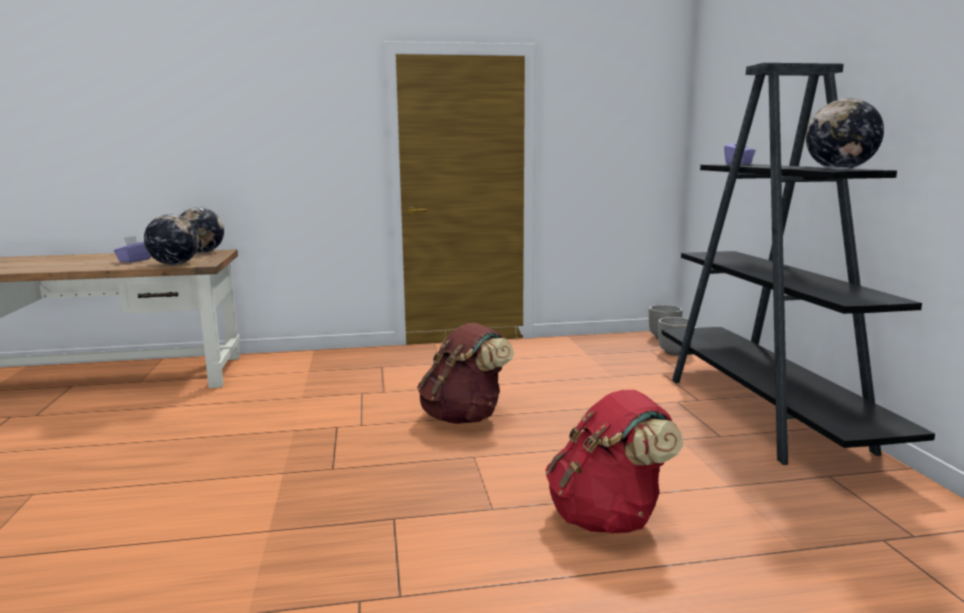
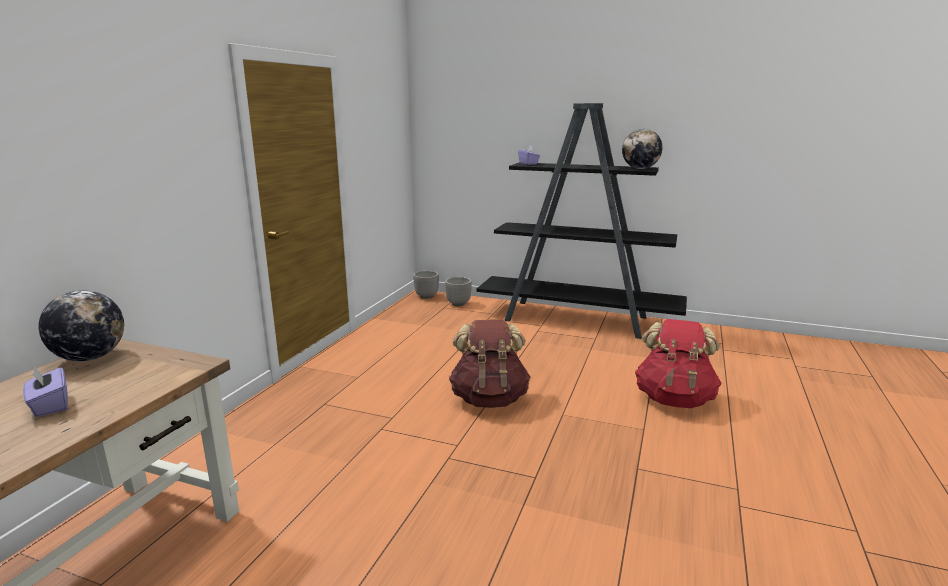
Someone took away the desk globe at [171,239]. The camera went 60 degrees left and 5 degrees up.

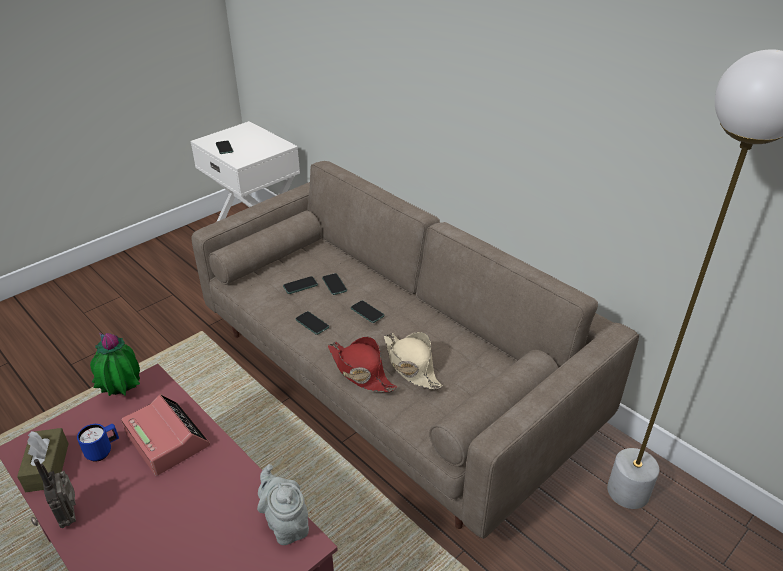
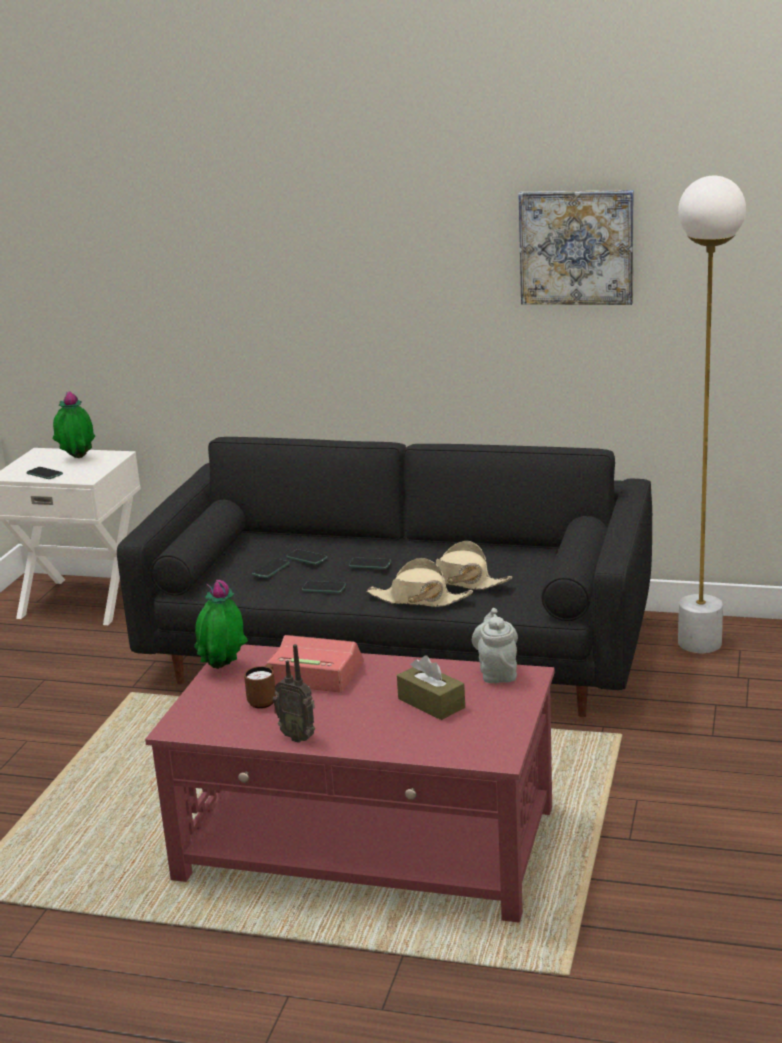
Someone put down the potted plant at [74,424]. Someone put up the picture at [576,247]. Someone carried the box of tissues/brownish from [43,460] to [431,688]. Someone repainted the mug/bluish at [98,443], which became the mug/brownish at [260,686]. Someone repainted the sofa/sand-coloured at [415,350], which became the sofa/black-coloured at [384,577]. Someone repainted the wearable hat/reddish at [362,364], which became the wearable hat/sand-coloured at [420,582]. Someone rotated the tea pot/gray at [283,504] by 60 degrees clockwise. The camera went 30 degrees left and 15 degrees down.

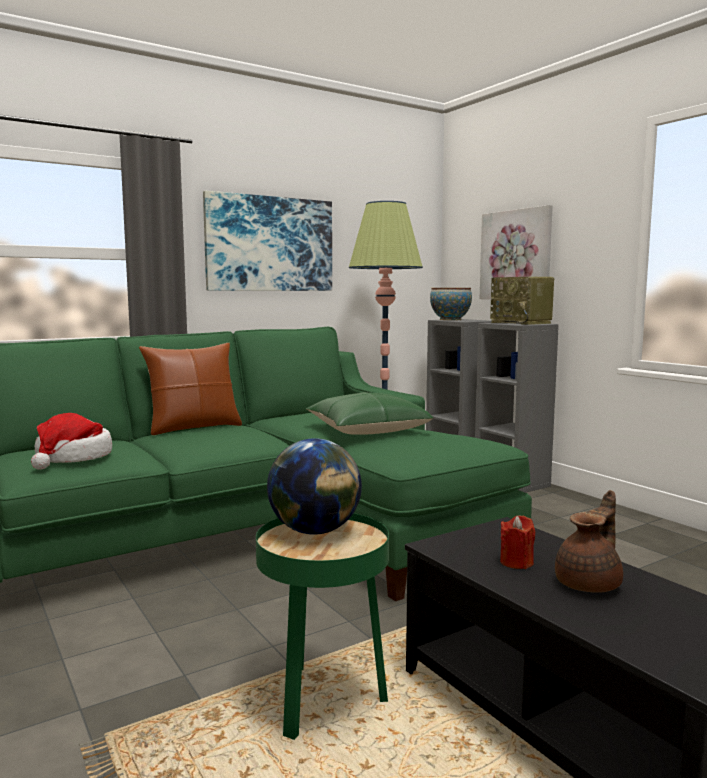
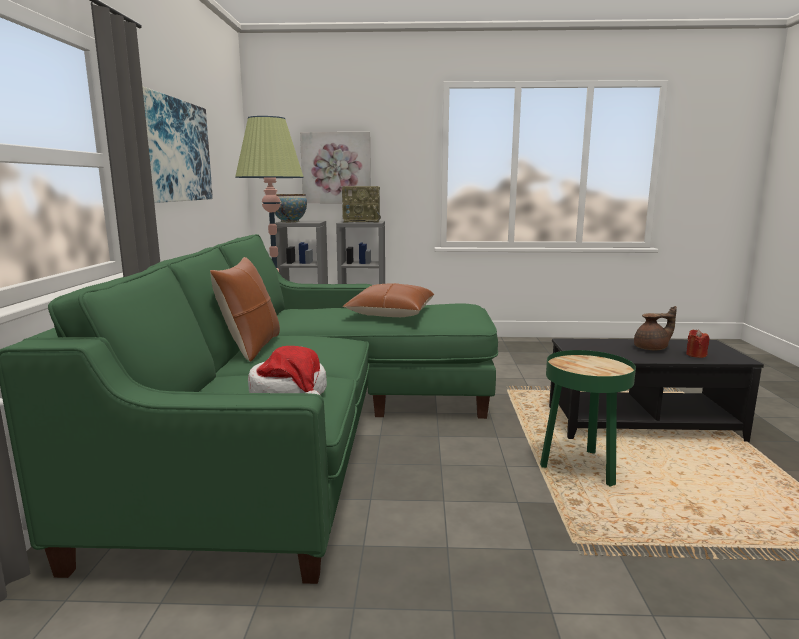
Someone took away the desk globe at [314,486]. Someone carried the candle/reddish from [517,542] to [697,343]. Someone repainted the throw pillow/green at [369,413], which became the throw pillow/brownish at [388,300]. Someone rotated the tea pot/brownish at [589,541] by 90 degrees clockwise. The camera went 55 degrees left and 5 degrees up.

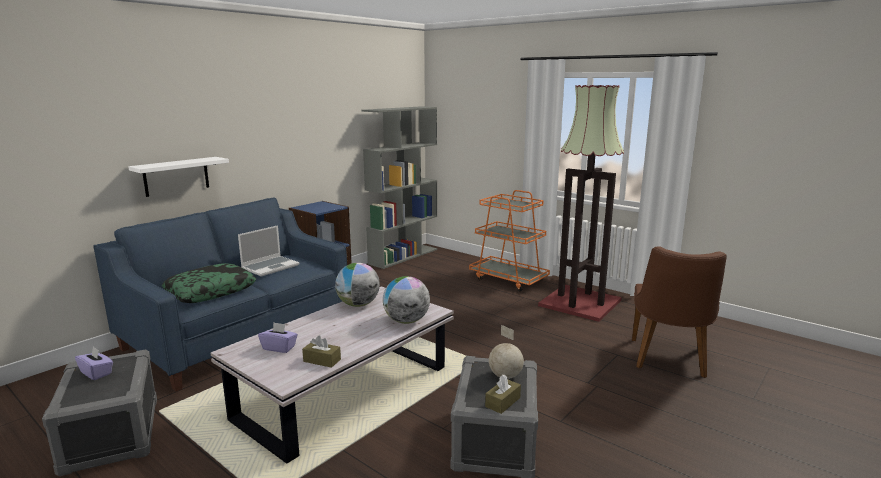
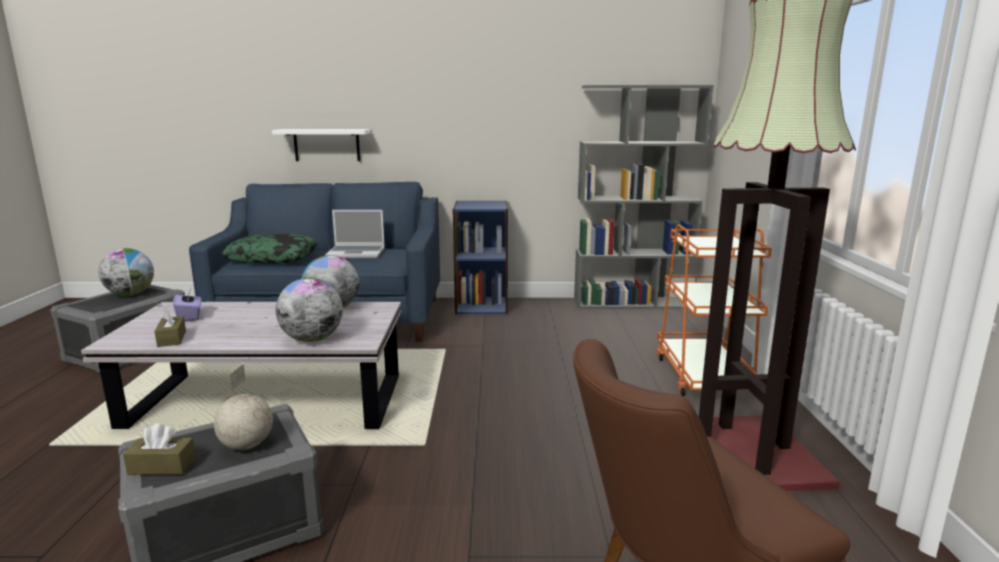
Someone swapped the box of tissues/purple-coloured at [94,363] for the desk globe at [126,272]. The camera went 50 degrees right and 0 degrees up.

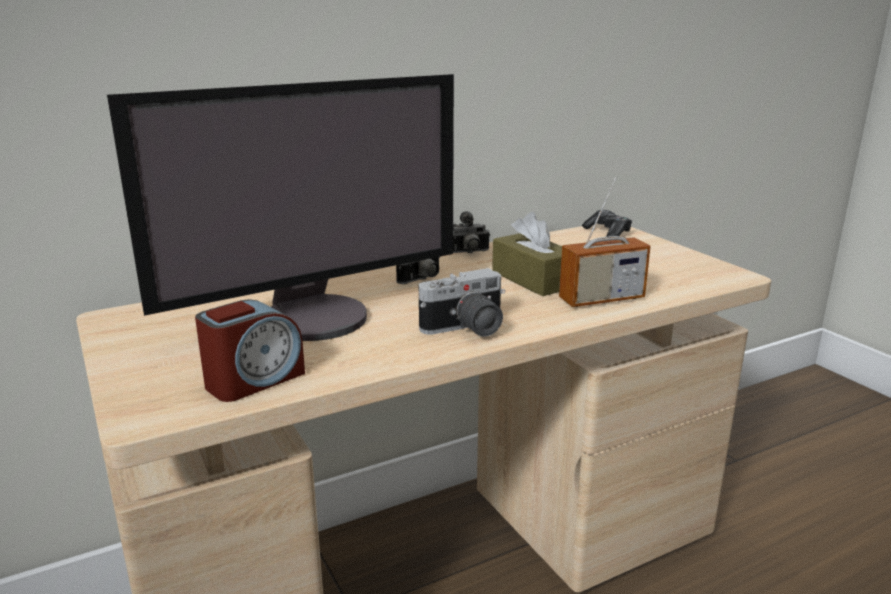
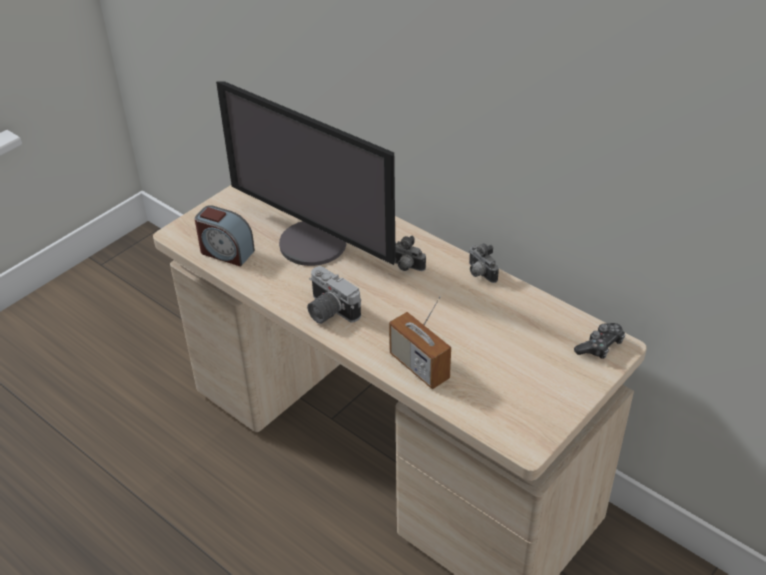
Someone took away the box of tissues/brownish at [527,254]. The camera went 70 degrees right and 20 degrees up.

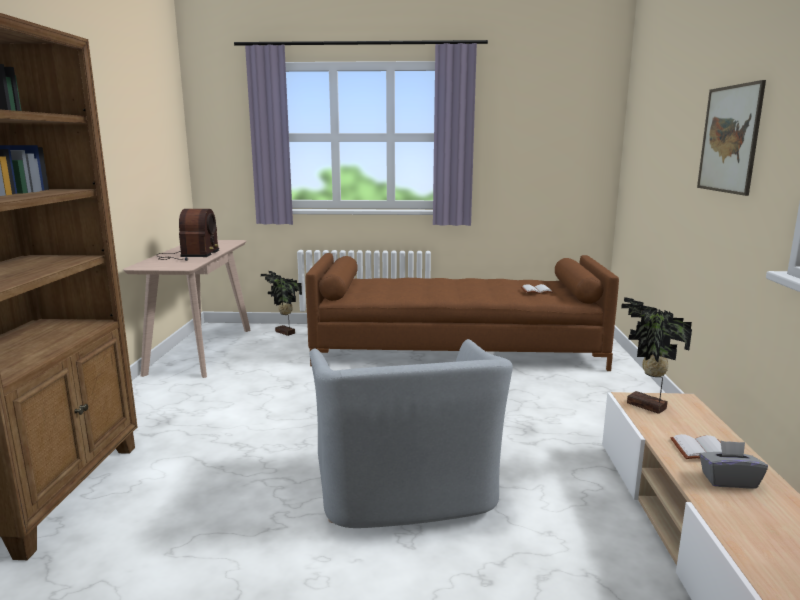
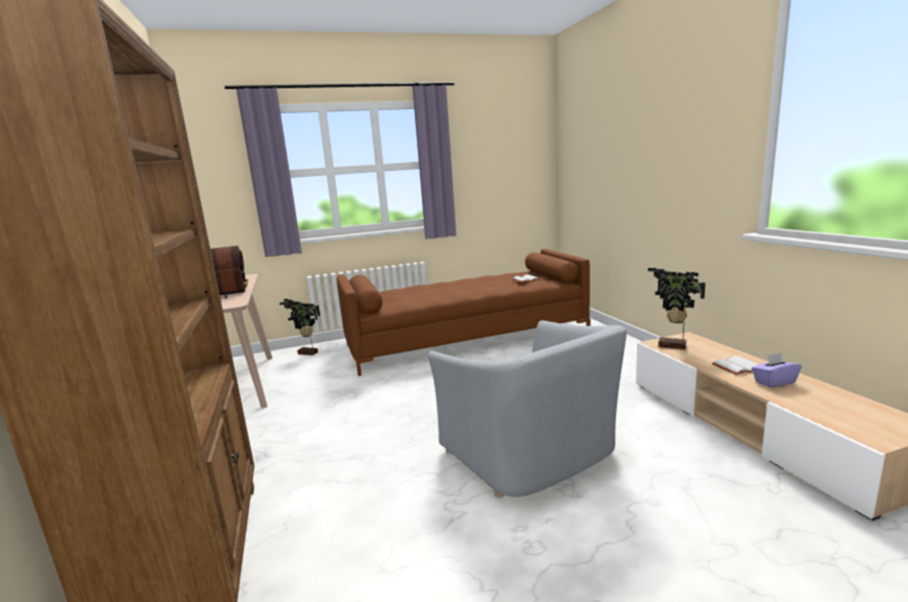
Someone took away the picture at [731,138]. Someone repainted the box of tissues/gray at [733,464], which became the box of tissues/purple-coloured at [777,370]. The camera went 20 degrees left and 0 degrees up.

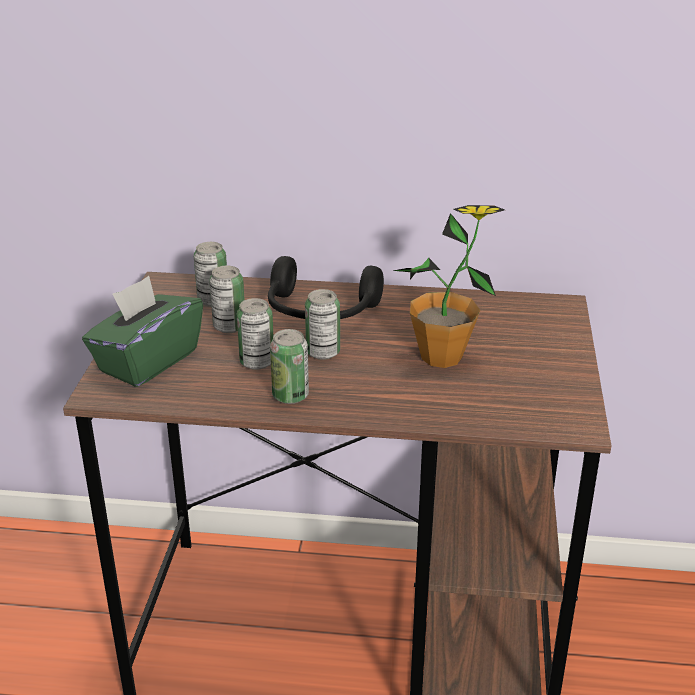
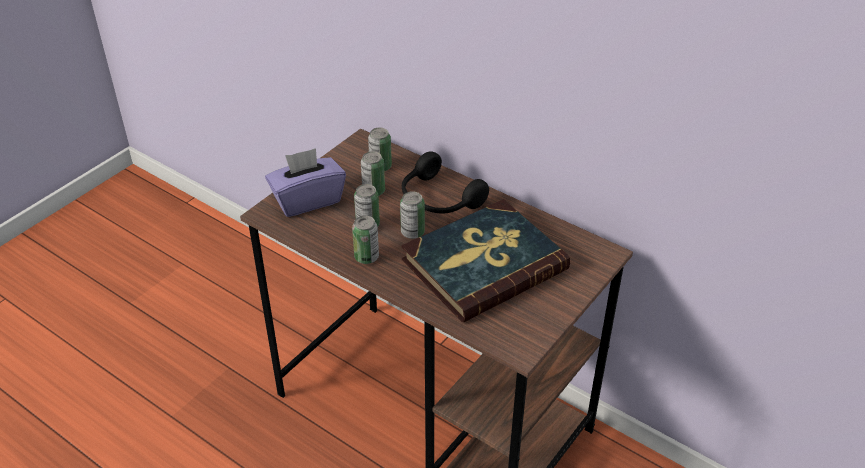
Someone swapped the potted plant at [448,286] for the volume at [485,261]. Someone repainted the box of tissues/green at [142,331], which became the box of tissues/purple-coloured at [305,182]. The camera went 30 degrees right and 10 degrees up.

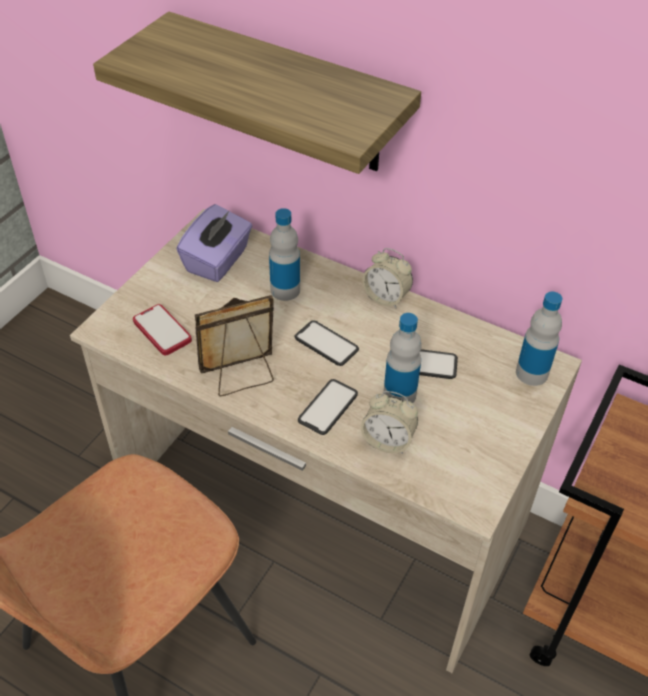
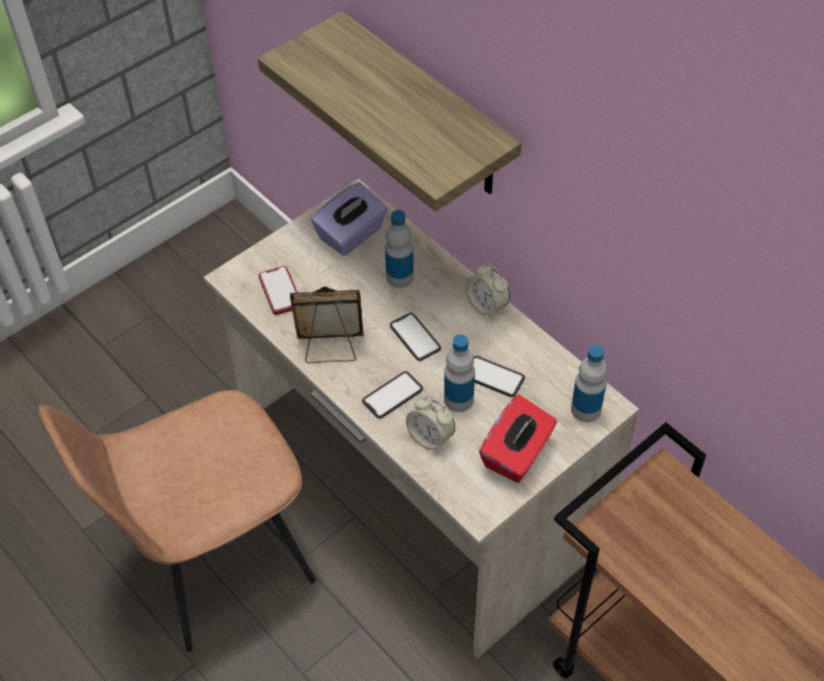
Someone put down the box of tissues/reddish at [518,439]. The camera went 20 degrees right and 5 degrees up.

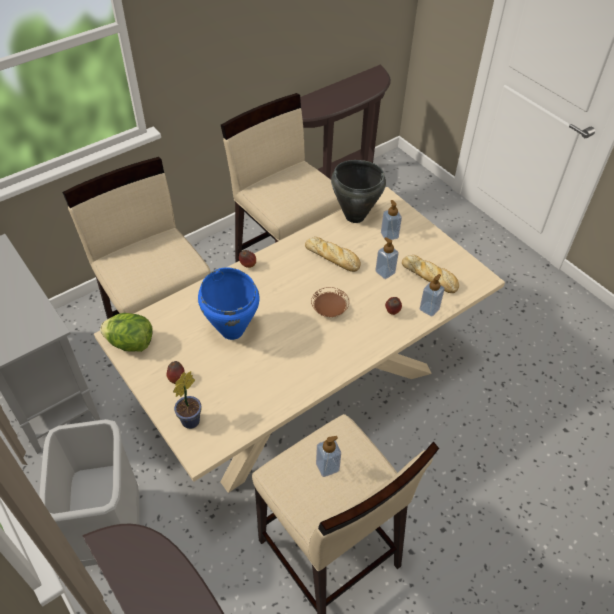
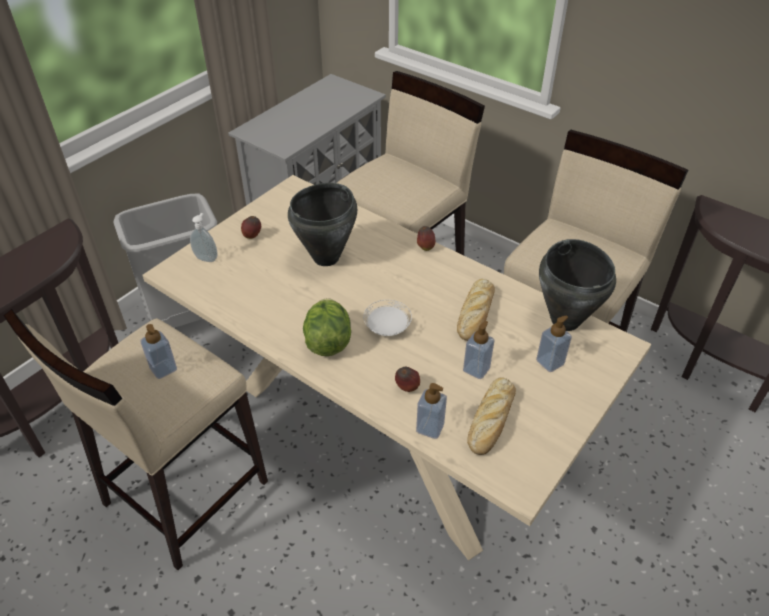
Someone carried the lettuce from [126,332] to [327,327]. Someone swapped the potted plant at [187,400] for the liquid soap bottle at [203,237]. Someone repainted the saucepot/bluish at [229,304], which became the saucepot/black-coloured at [322,224]. Someone repainted the flat dish/brownish at [330,302], which became the flat dish/white-coloured at [387,318]. The camera went 75 degrees right and 5 degrees down.

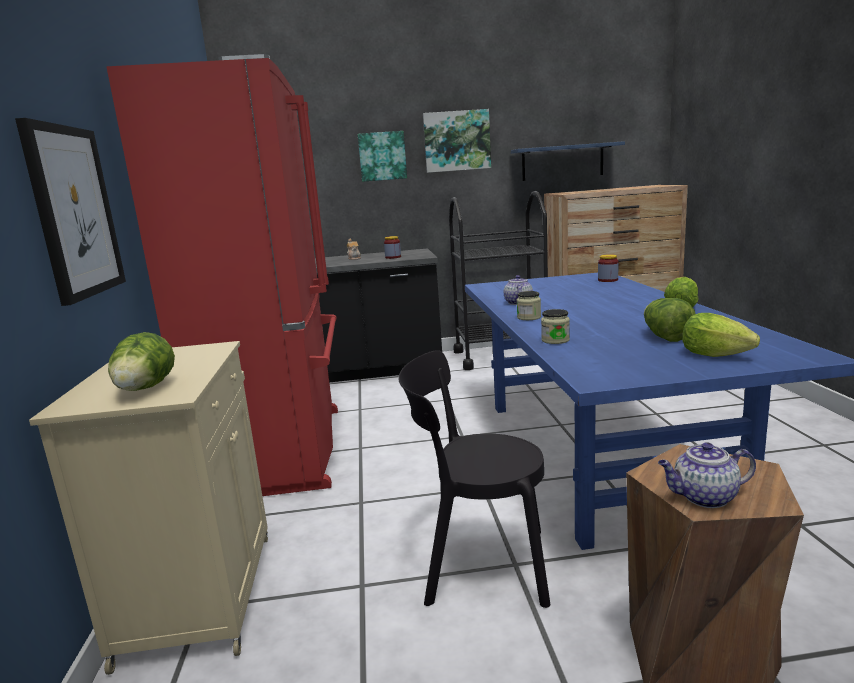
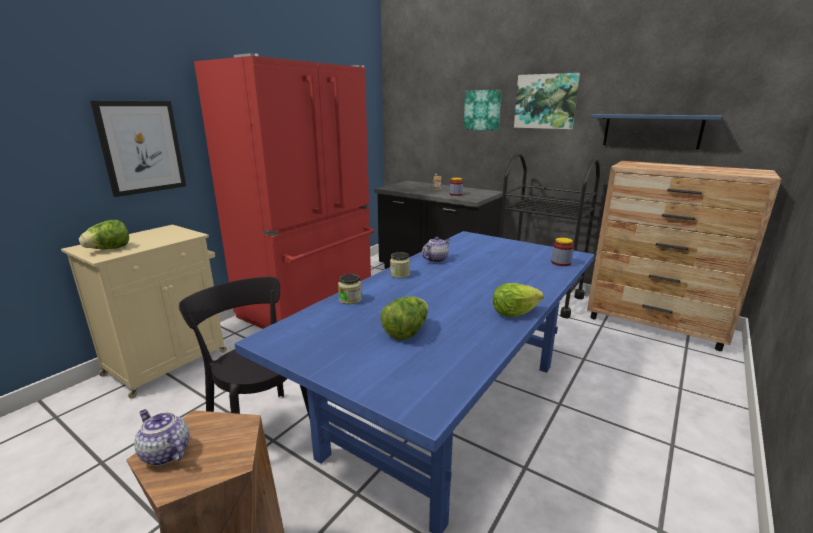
Someone took away the lettuce at [721,335]. The camera went 40 degrees right and 5 degrees up.

